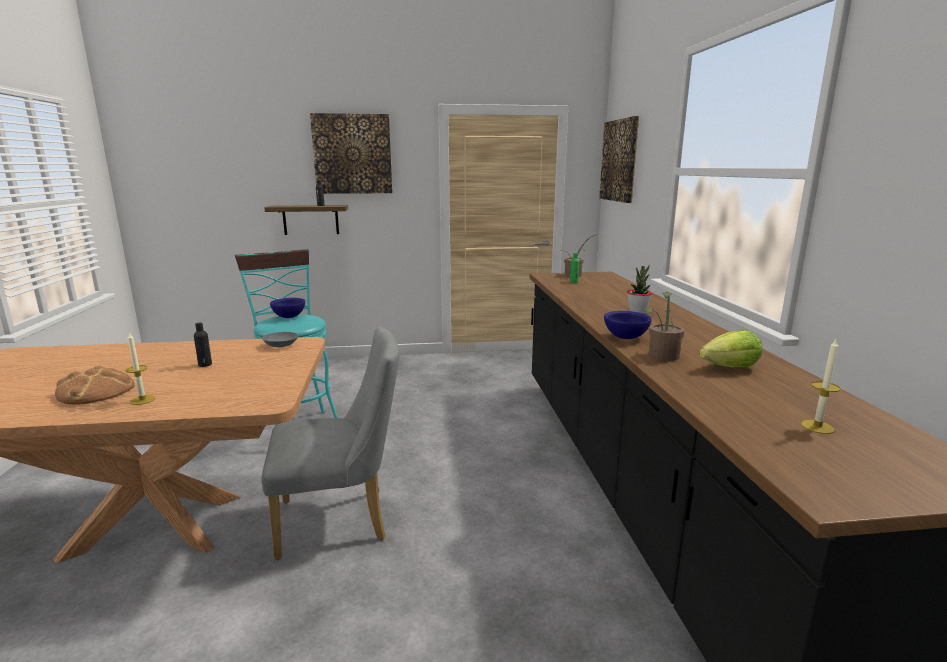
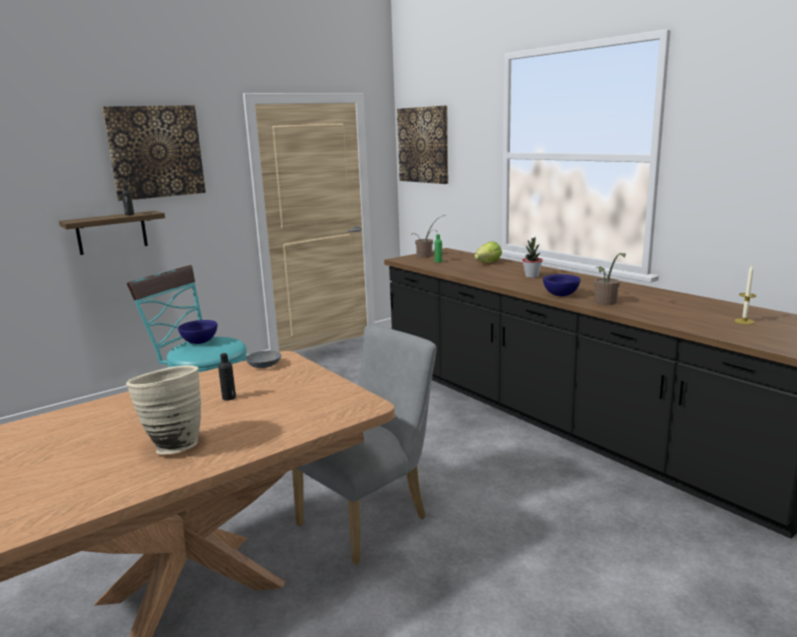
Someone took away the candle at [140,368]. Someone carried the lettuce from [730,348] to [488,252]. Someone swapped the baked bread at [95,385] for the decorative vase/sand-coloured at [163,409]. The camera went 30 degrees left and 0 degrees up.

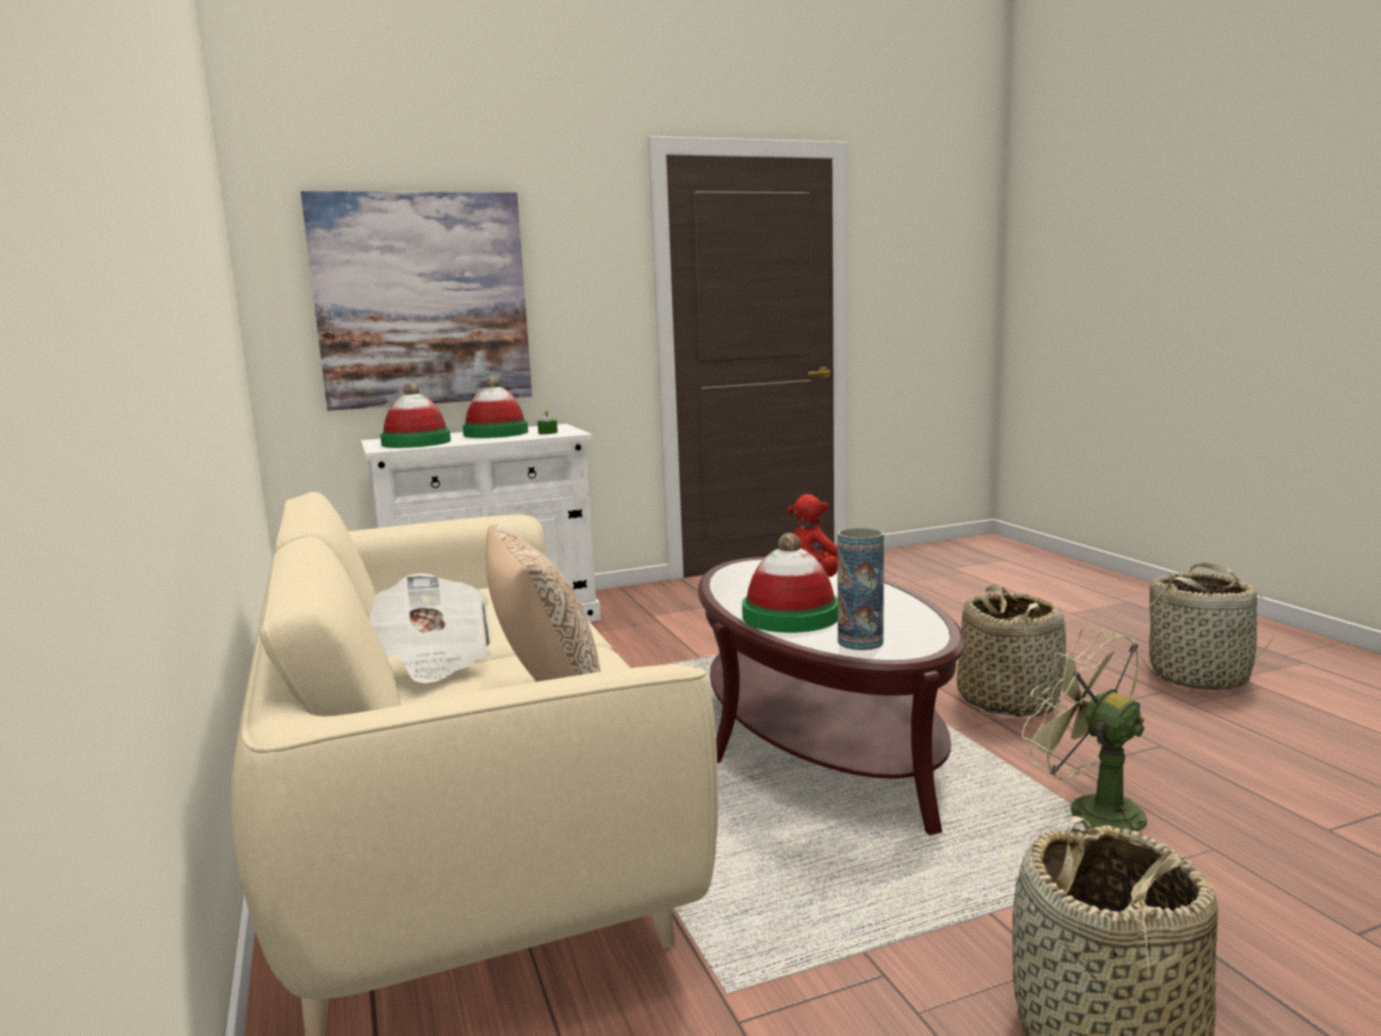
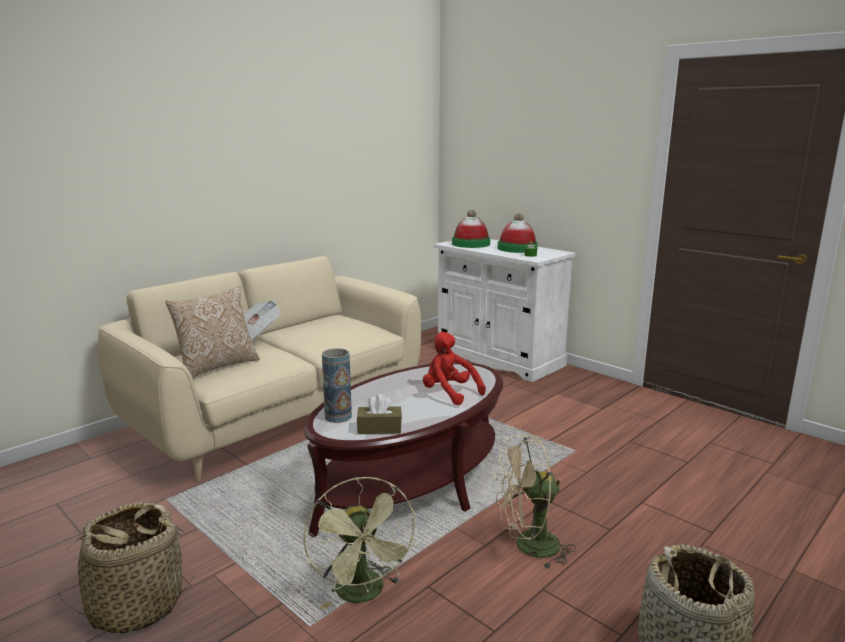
Someone took away the picture at [416,301]. Someone took away the wearable hat at [790,583]. Someone put down the box of tissues/brownish at [379,414]. Someone swapped the storage basket at [1011,650] for the fan/sand-coloured at [535,502]. Someone rotated the fan/green at [1087,733] by 135 degrees clockwise. The camera went 65 degrees right and 5 degrees up.

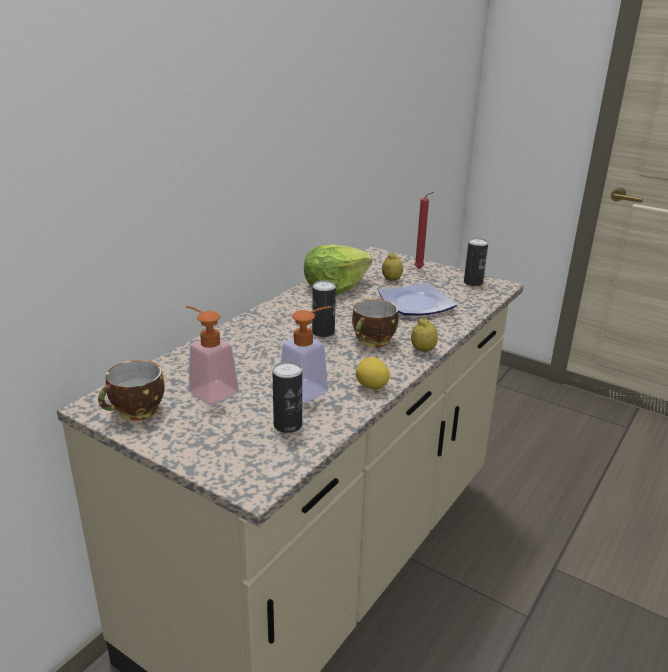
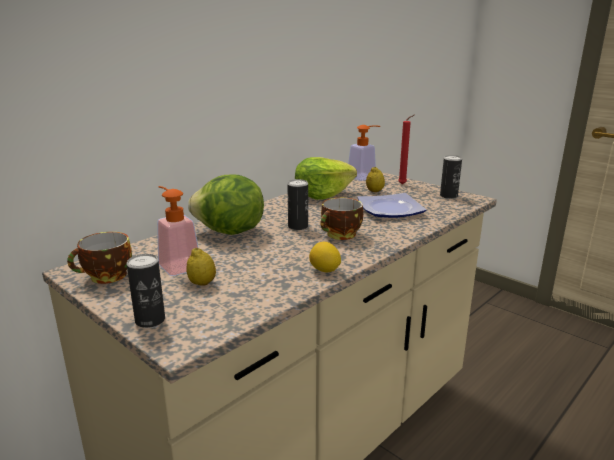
Someone put down the lettuce at [226,204]. Someone carried the can from [287,397] to [145,291]. Someone carried the liquid soap bottle from [306,355] to [364,153]. Someone carried the citrus fruit from [424,335] to [201,267]. The camera went 10 degrees right and 5 degrees down.

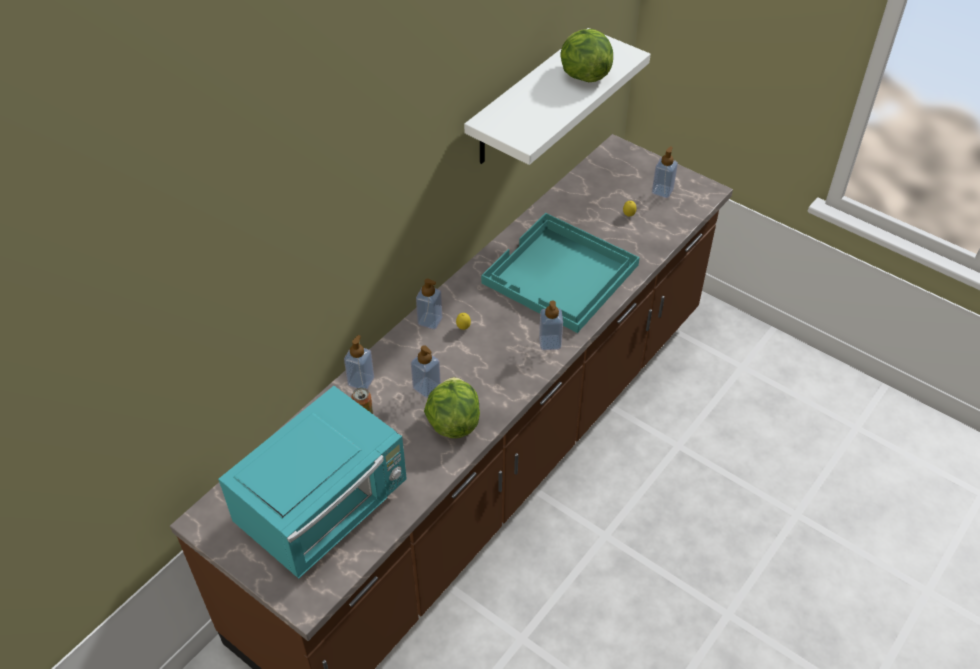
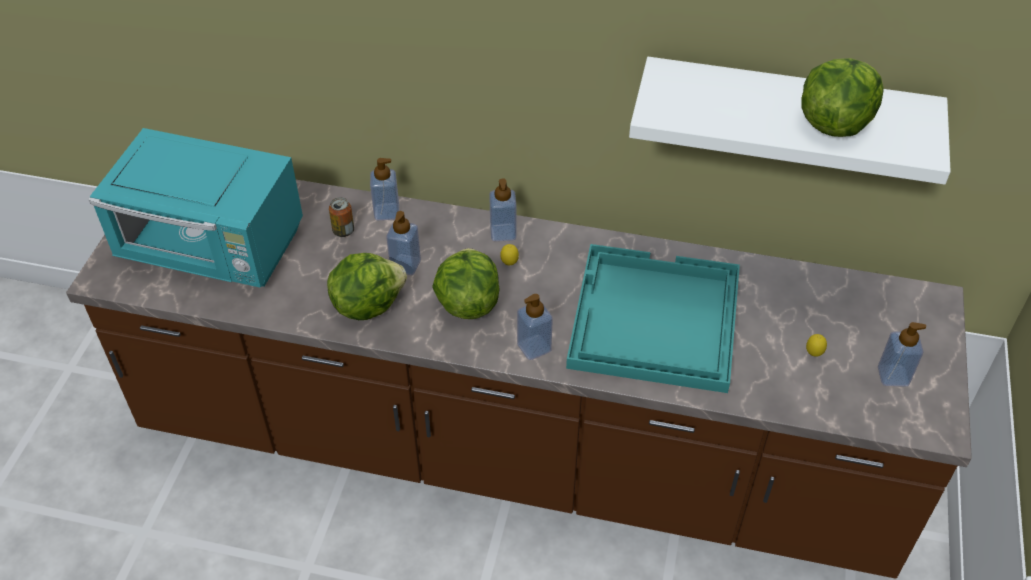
Someone put down the lettuce at [466,283]. The camera went 65 degrees right and 0 degrees up.

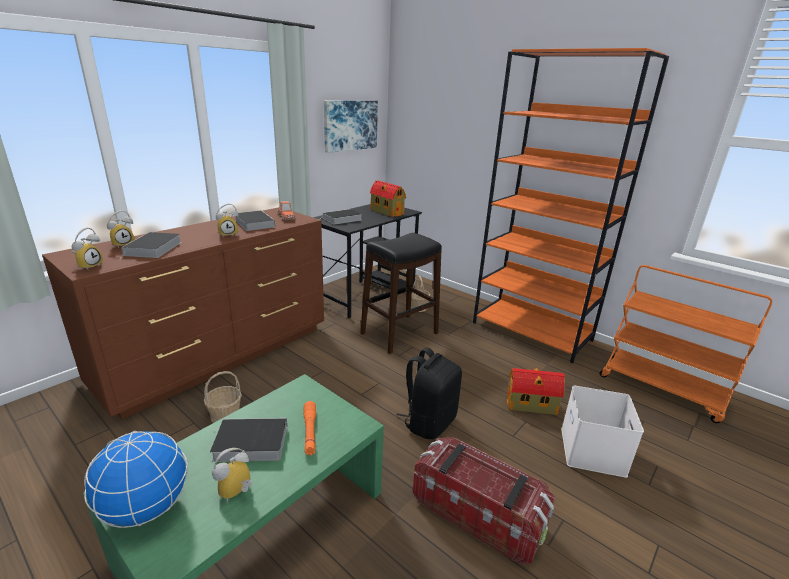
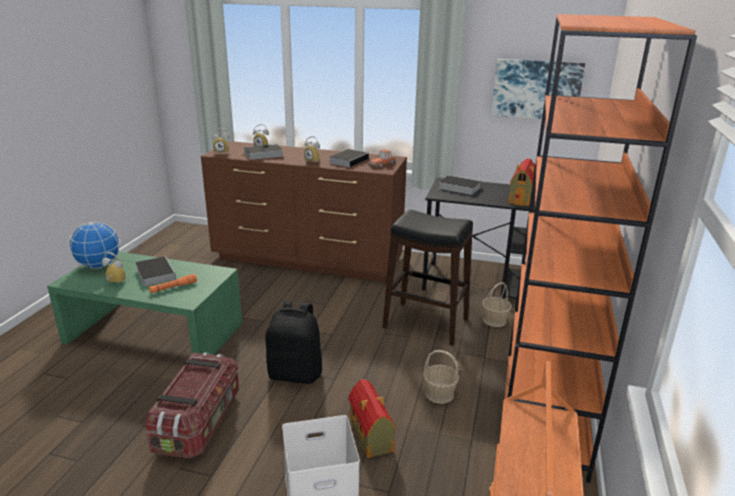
Someone carried the storage basket from [223,397] to [441,377]. The camera went 65 degrees right and 0 degrees up.

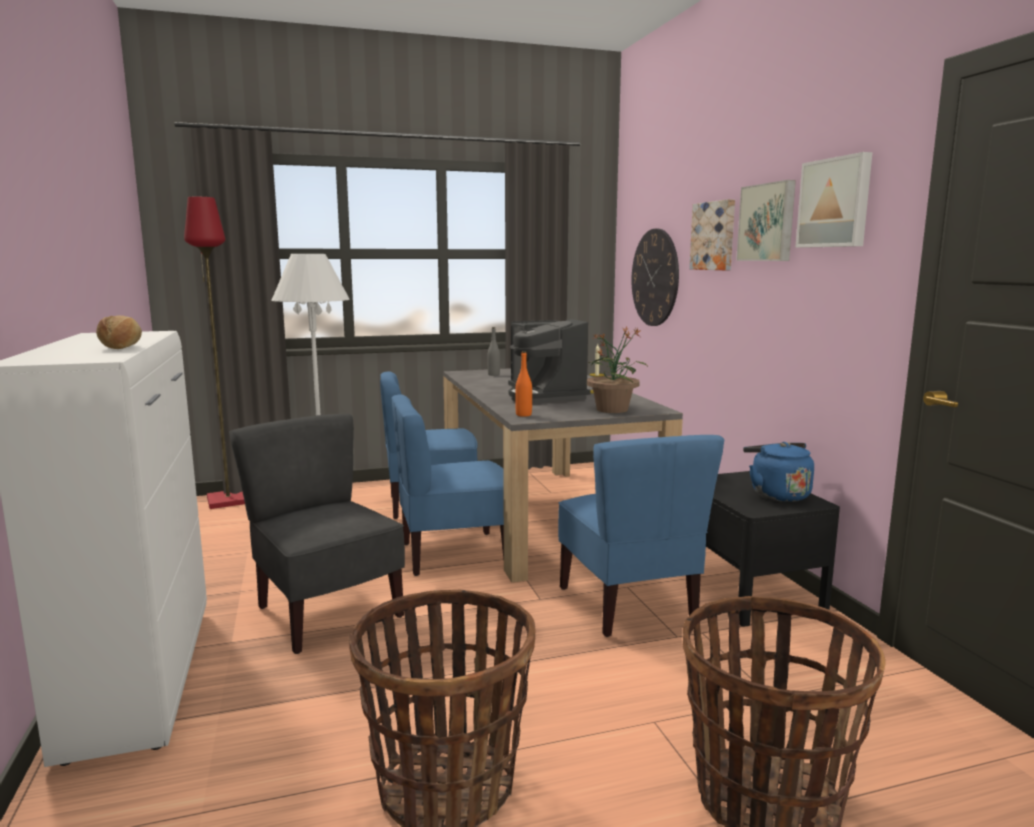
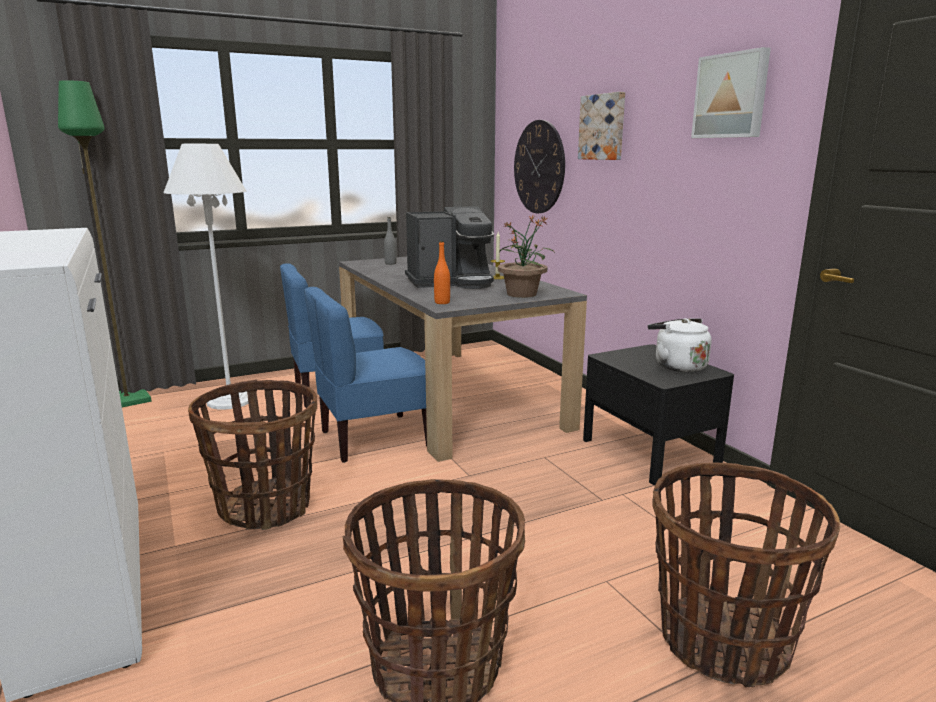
Someone took away the baked bread at [119,332]. Someone took away the upright chair/bluish at [641,536]. Someone took away the picture at [766,220]. Someone swapped the upright chair/gray at [317,534] for the storage basket at [252,455]. Someone repainted the floor lamp/reddish at [214,353], which became the floor lamp/green at [105,243]. Someone repainted the tea kettle/bluish at [778,472], which became the tea kettle/white-coloured at [680,345]. Someone rotated the coffee maker at [549,361] by 75 degrees counterclockwise. The camera went 10 degrees left and 5 degrees up.

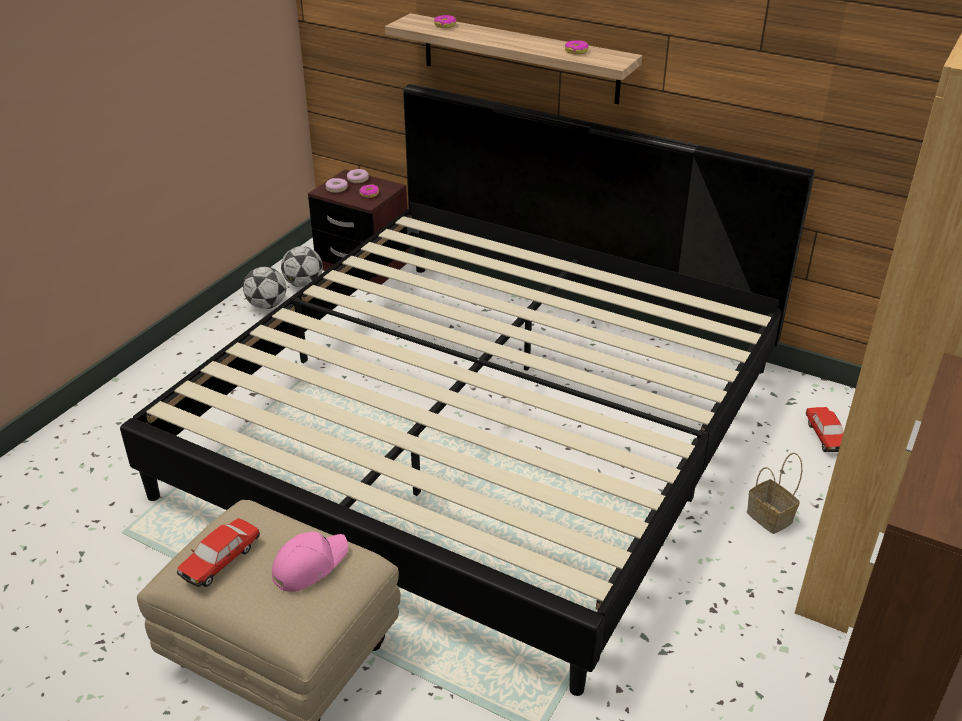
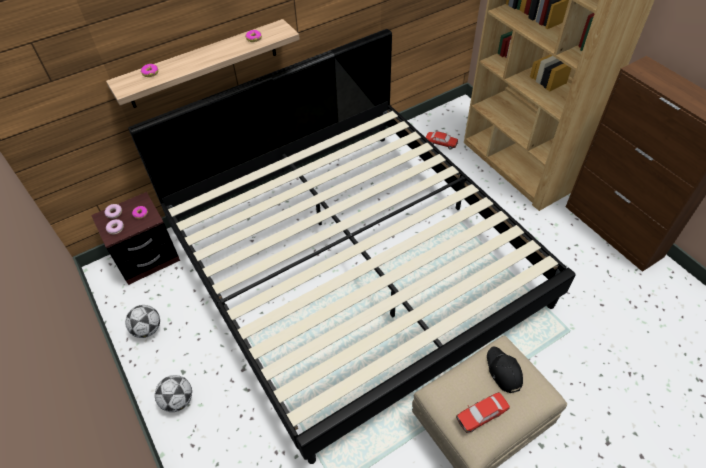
Someone took away the storage basket at [774,493]. Someone carried the football from [302,266] to [173,393]. Someone repainted the cap/pink-coloured at [310,562], which became the cap/black-coloured at [505,370]. Someone rotated the miniature car at [218,552] by 90 degrees clockwise. The camera went 60 degrees left and 15 degrees up.

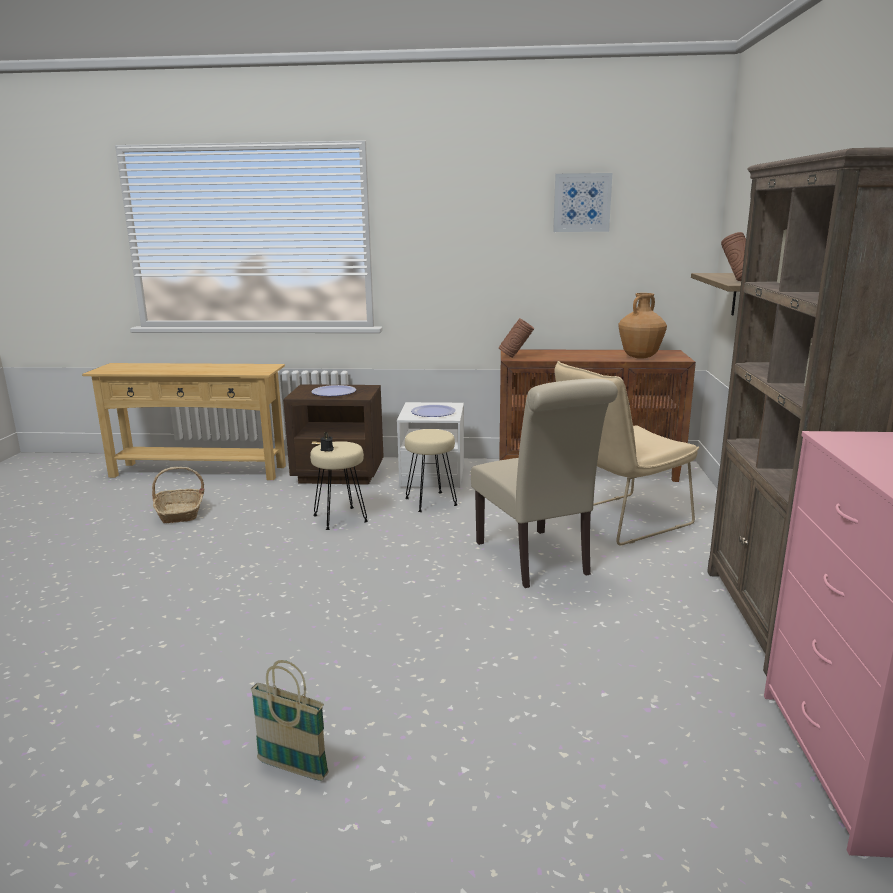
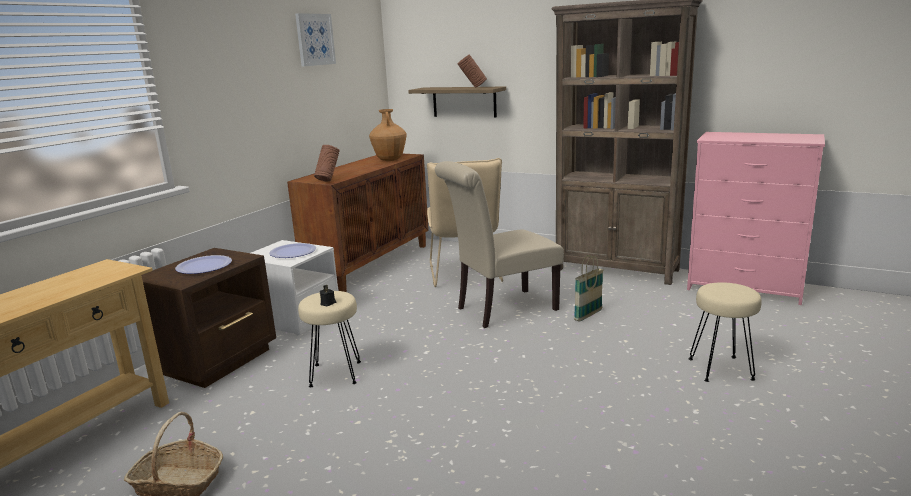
Someone carried the storage basket from [290,720] to [588,288]. Someone carried the sitting stool/sand-coloured from [431,470] to [725,332]. Someone rotated the upright chair/sand-coloured at [544,483] by 150 degrees clockwise. The camera went 65 degrees left and 0 degrees up.

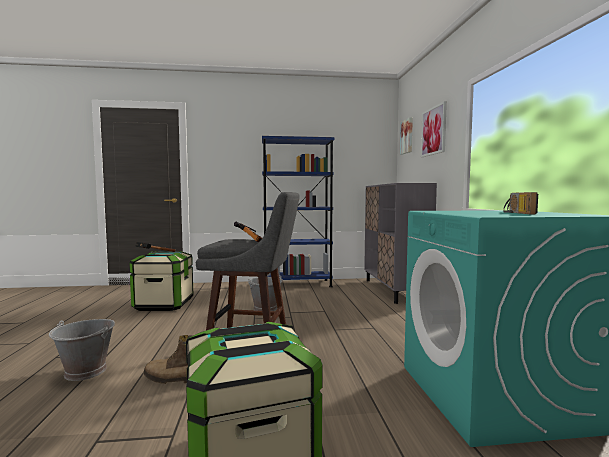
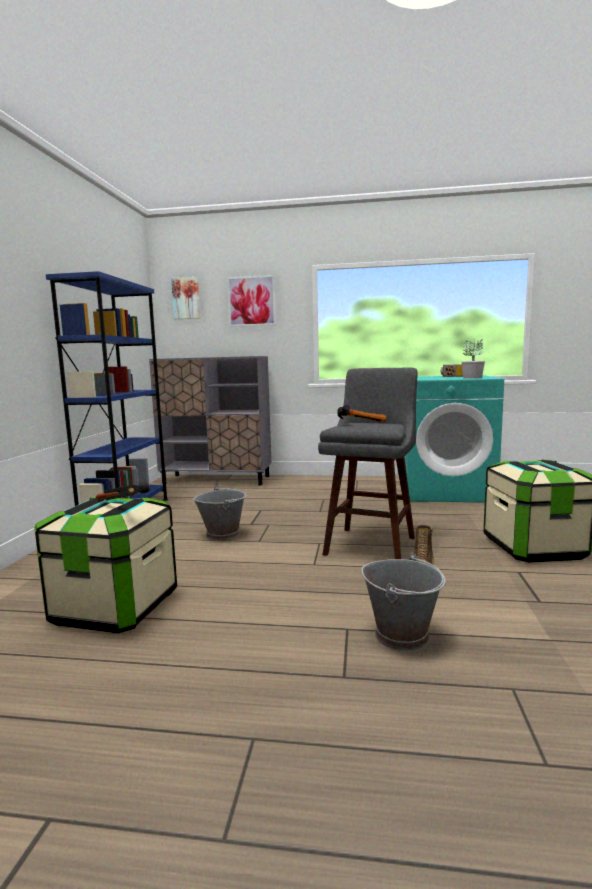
Someone put down the potted plant at [473,359]. The camera went 75 degrees left and 5 degrees up.

